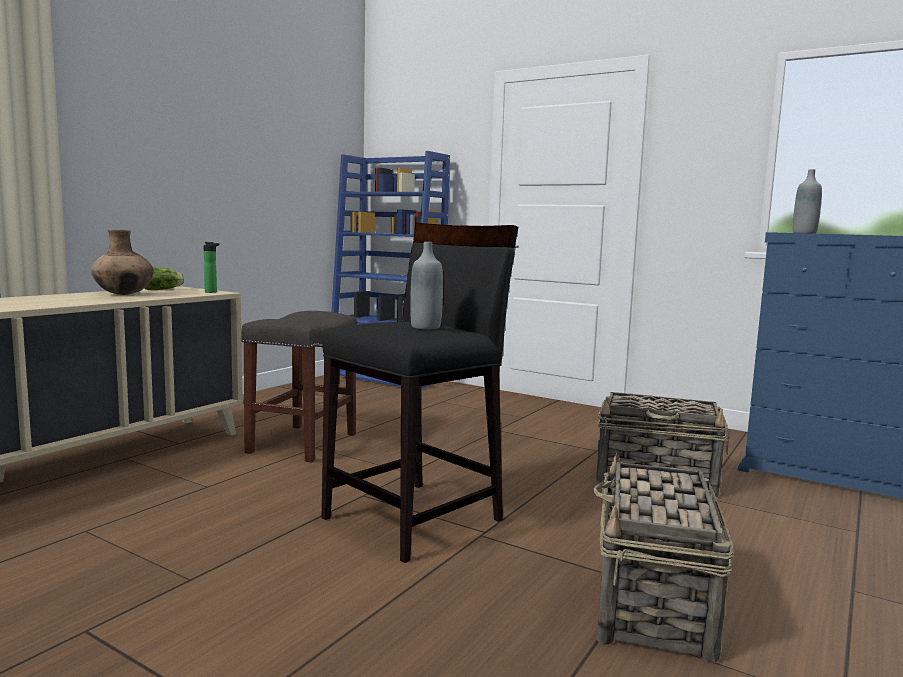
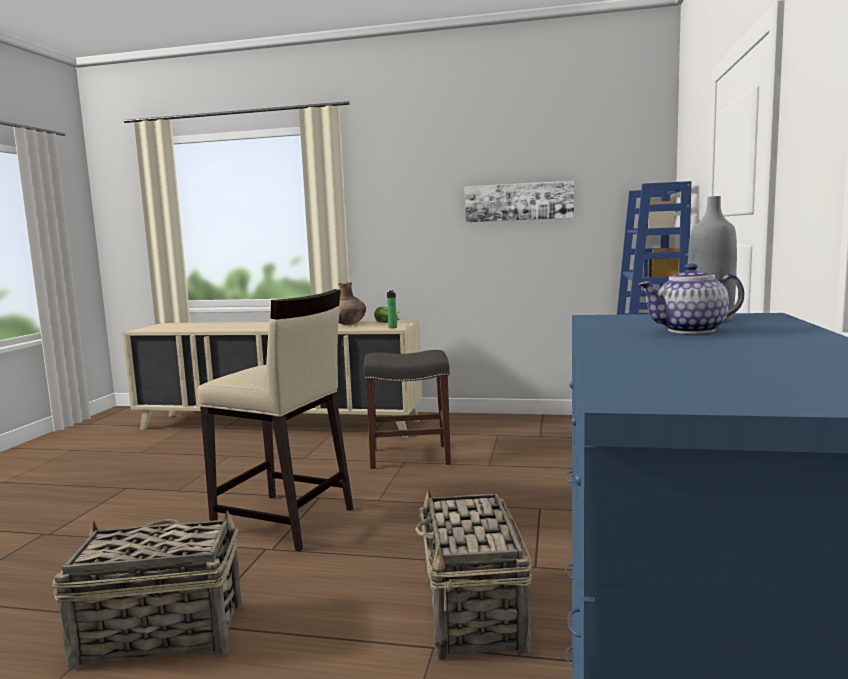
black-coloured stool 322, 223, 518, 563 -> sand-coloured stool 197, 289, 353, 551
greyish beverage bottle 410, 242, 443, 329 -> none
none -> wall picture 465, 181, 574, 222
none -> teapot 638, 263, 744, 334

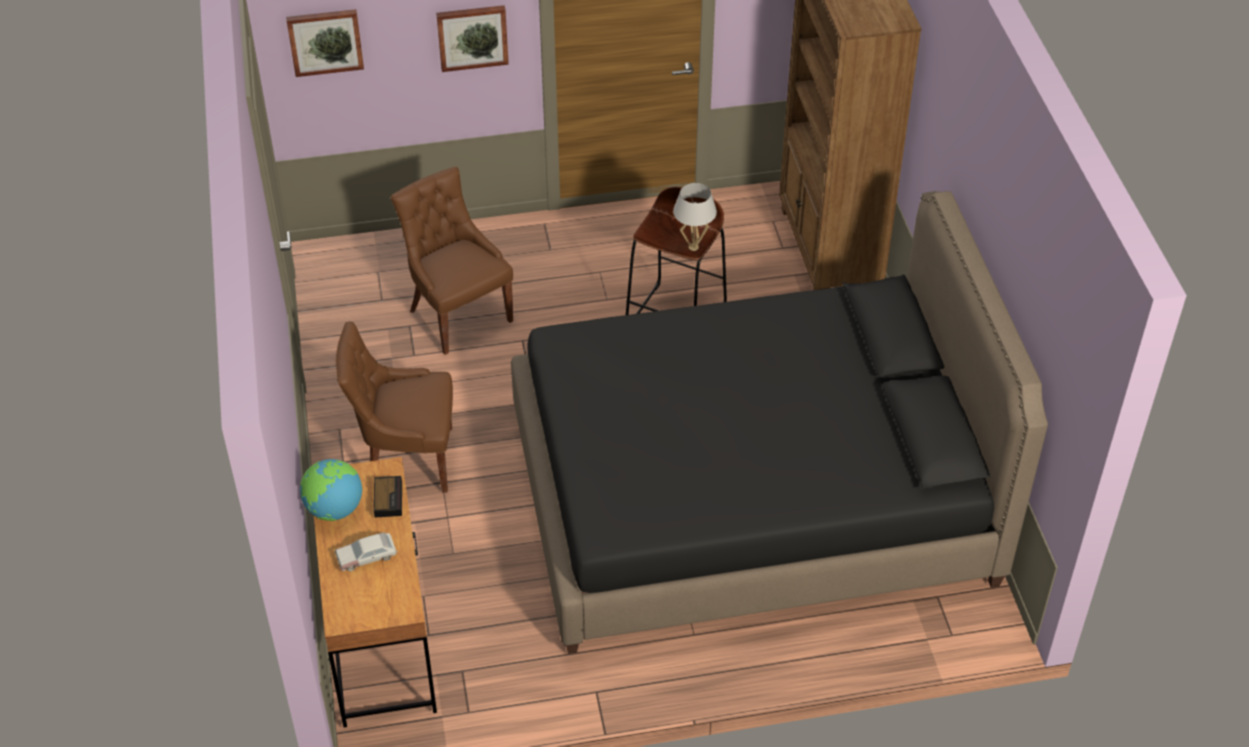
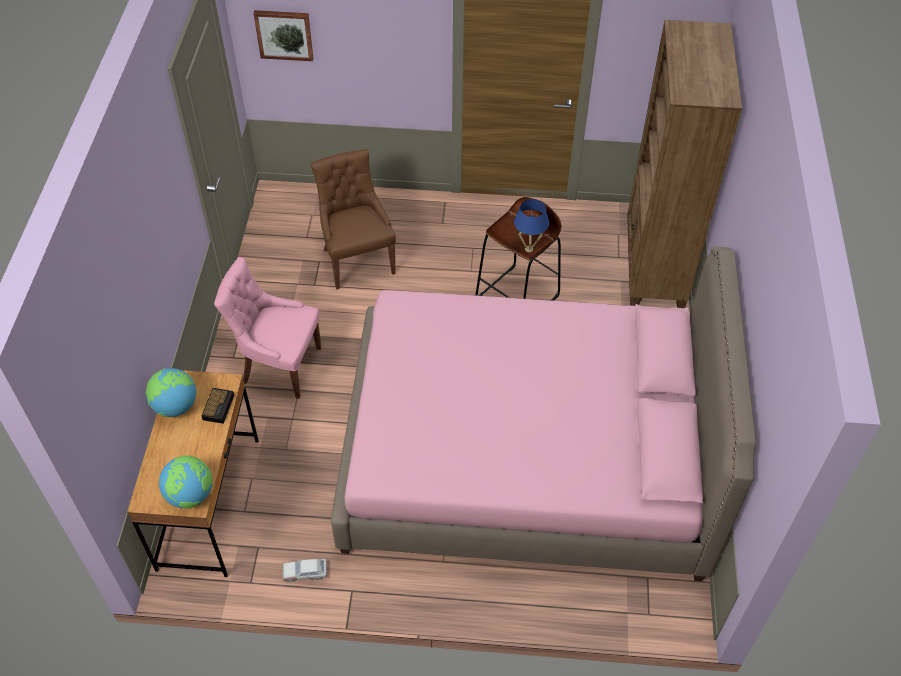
toy car 335, 532, 397, 571 -> toy car 283, 559, 328, 583, shifted
brown-coloured plain chair 336, 322, 453, 492 -> pink-coloured plain chair 214, 257, 321, 399
wall picture 436, 5, 509, 72 -> none
black-coloured bedroom bed 511, 191, 1048, 654 -> pink-coloured bedroom bed 331, 246, 756, 581
white tabletop lamp 673, 183, 717, 251 -> bluish tabletop lamp 514, 199, 549, 252
none -> desk globe 159, 456, 213, 509

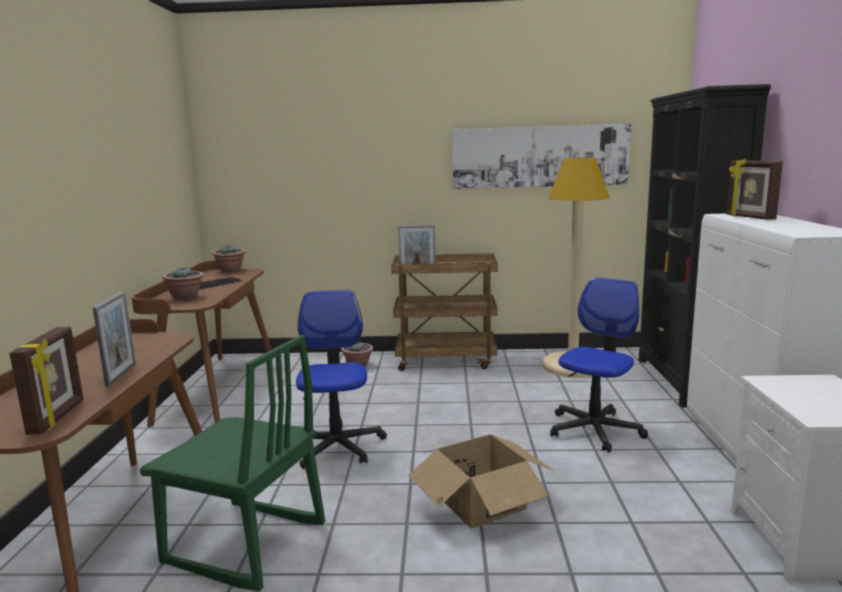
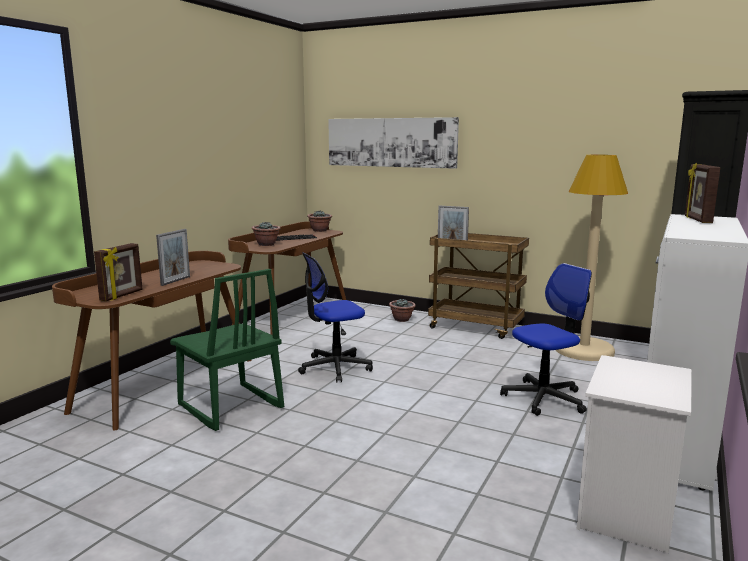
office chair 296, 290, 387, 469 -> office chair 298, 252, 373, 383, 135 degrees counterclockwise
carton 408, 434, 553, 529 -> none
wall picture 452, 124, 631, 189 -> wall picture 328, 117, 459, 169, shifted

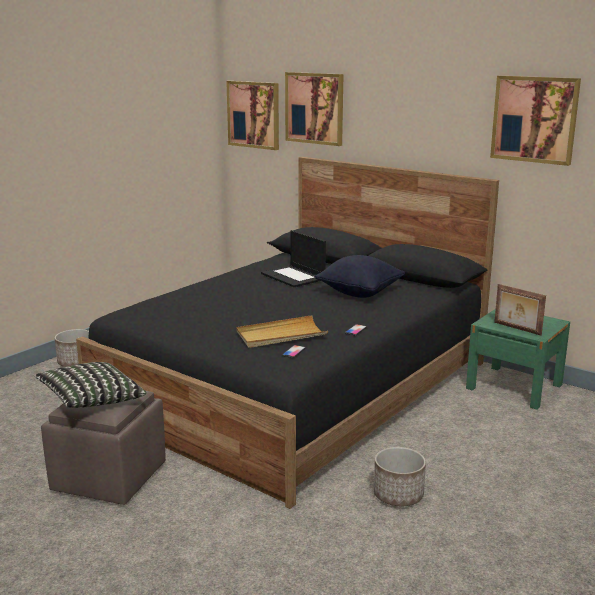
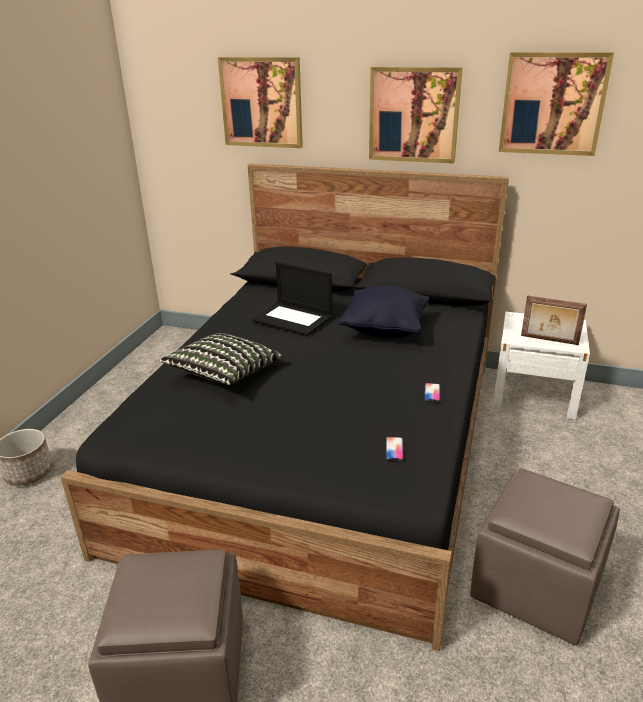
throw pillow 34, 362, 146, 408 -> throw pillow 160, 333, 282, 385, shifted
wall picture 226, 81, 279, 150 -> wall picture 369, 67, 463, 164, shifted
sand-coloured carrying tray 236, 315, 328, 348 -> none
planter 374, 447, 426, 506 -> brown-coloured pouffe 470, 468, 620, 646
green bedside table 466, 309, 570, 410 -> white bedside table 493, 312, 590, 420

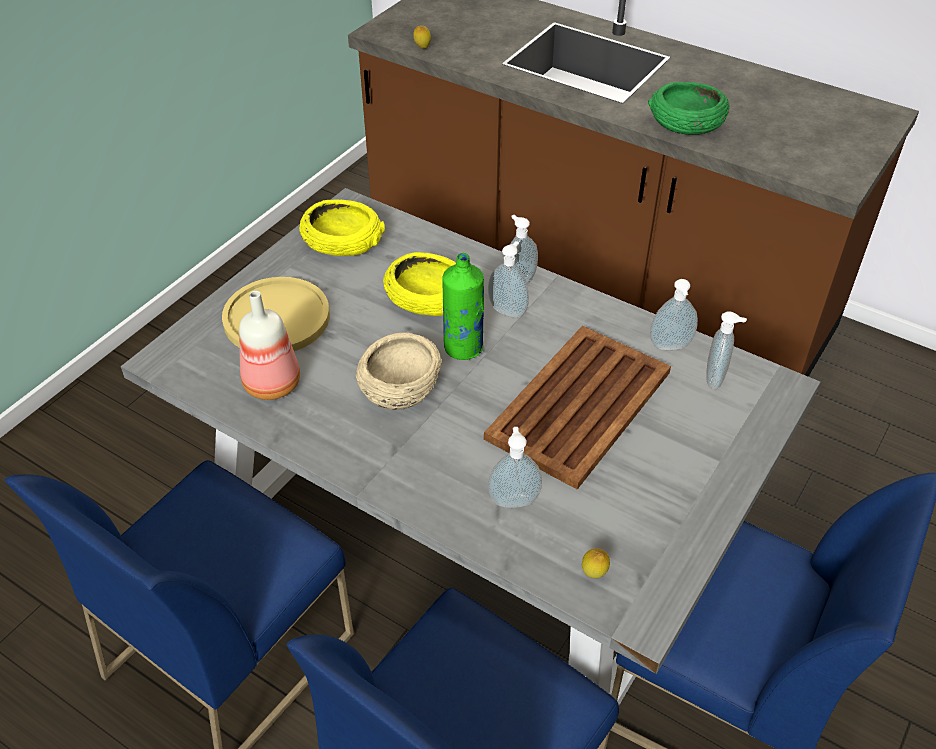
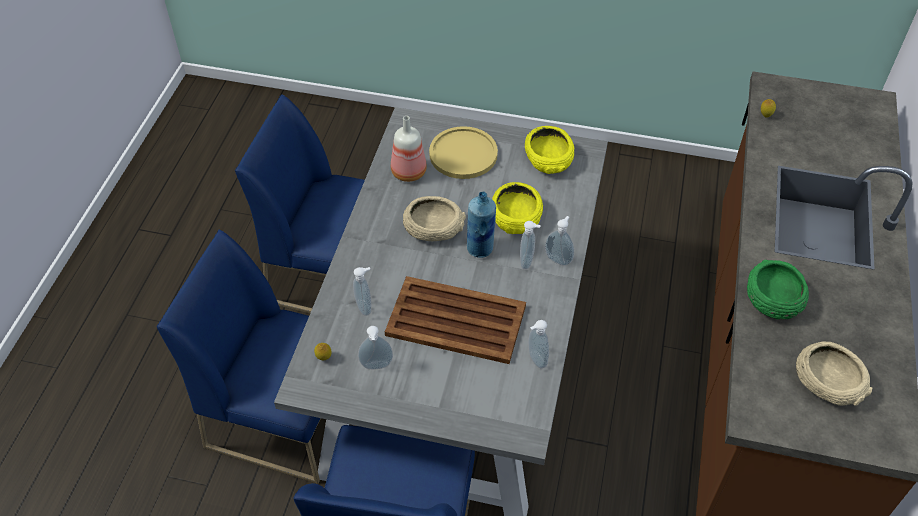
green beverage bottle 442, 253, 484, 360 -> bluish beverage bottle 467, 192, 496, 258
liquid soap bottle 706, 311, 747, 389 -> liquid soap bottle 358, 326, 393, 369, shifted
none -> sand-coloured deep dish 796, 342, 872, 406

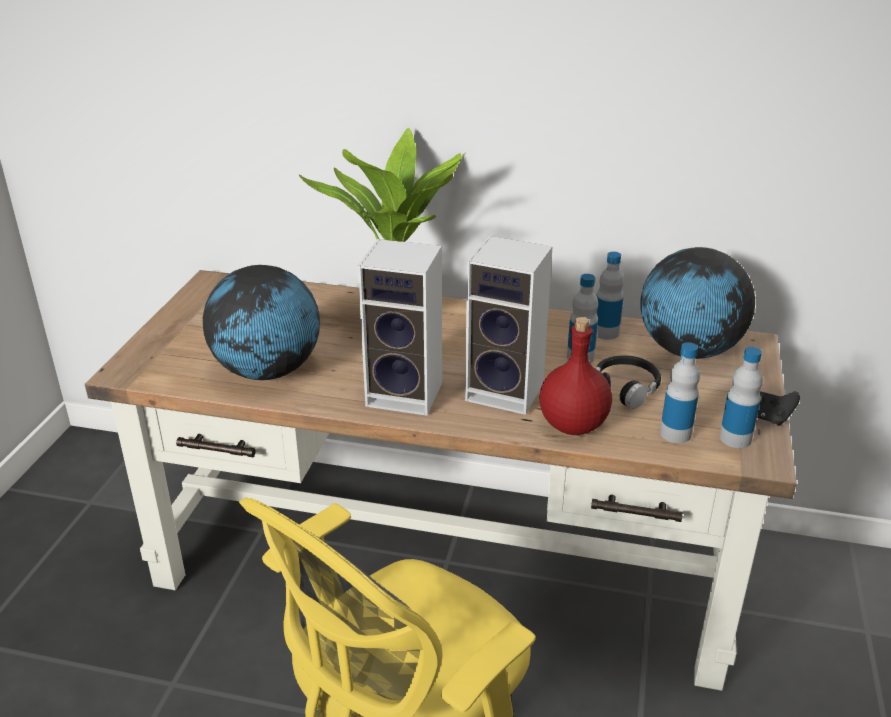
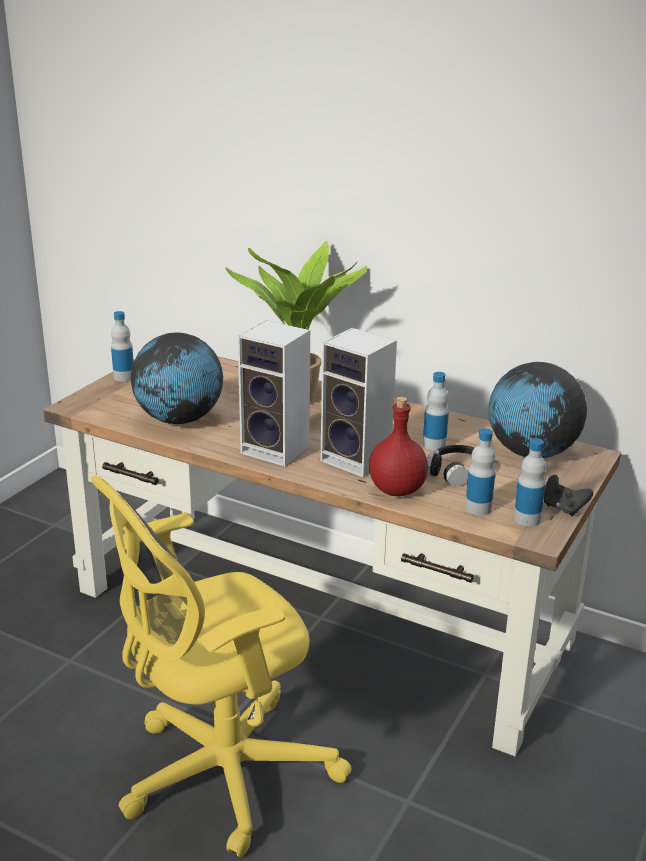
beverage bottle 596, 252, 624, 340 -> beverage bottle 111, 311, 134, 382, shifted

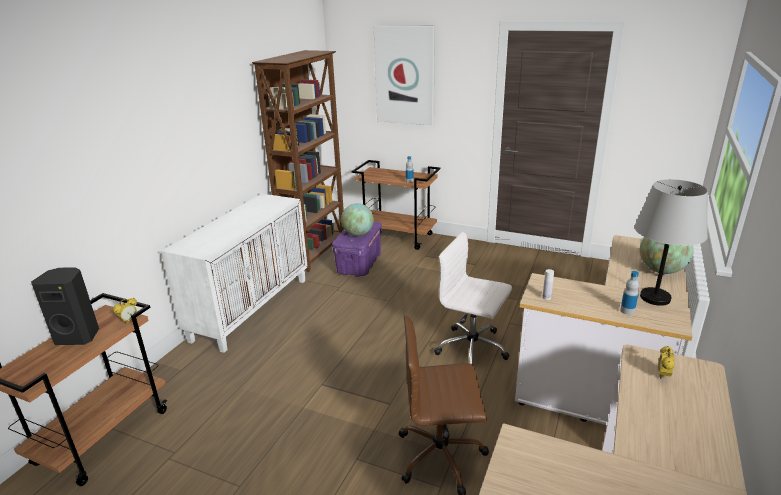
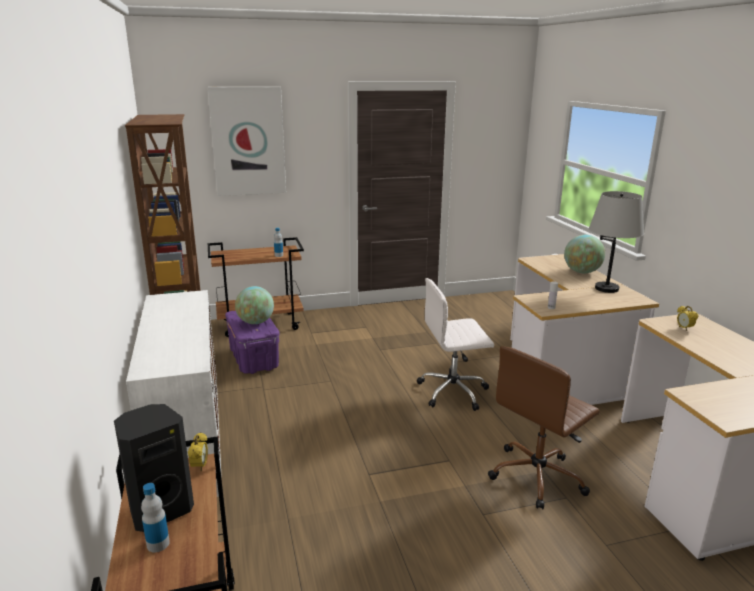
beverage bottle 620, 271, 639, 315 -> beverage bottle 141, 483, 170, 553, shifted

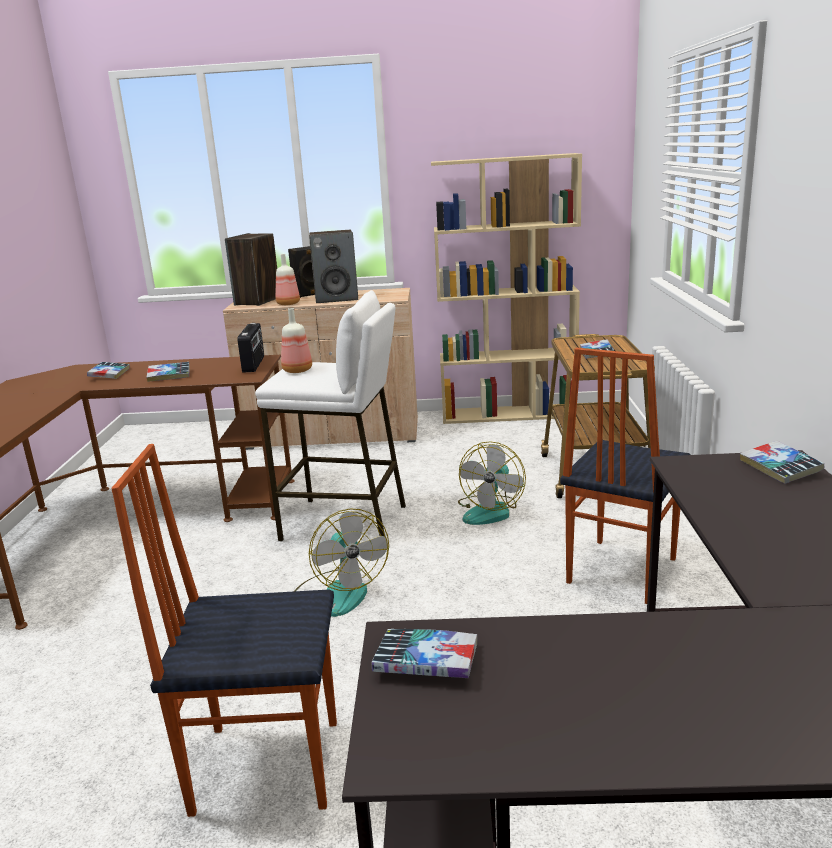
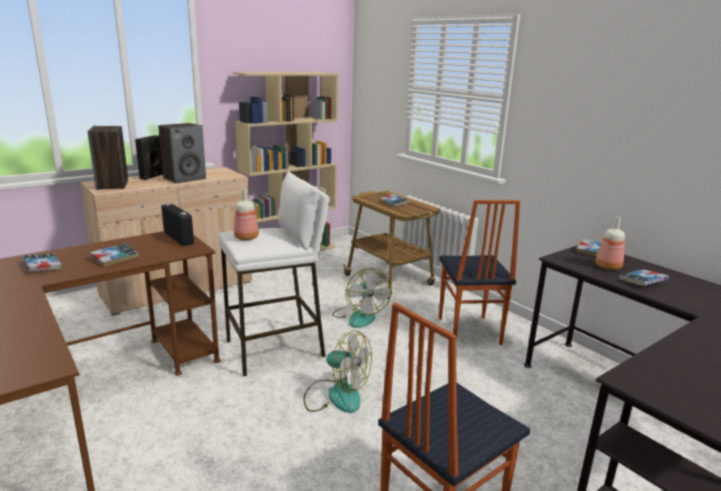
beverage bottle 275, 254, 300, 305 -> beverage bottle 595, 217, 625, 270, shifted
volume 372, 629, 477, 678 -> volume 620, 270, 669, 286, shifted

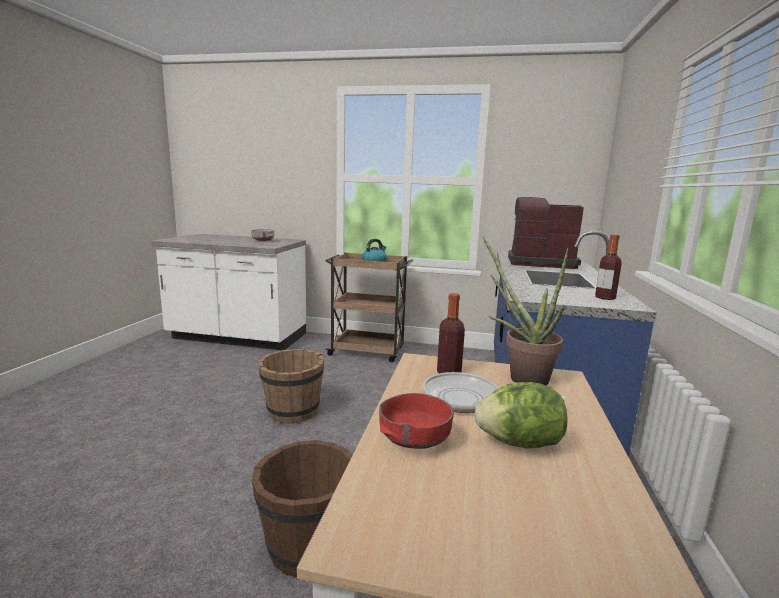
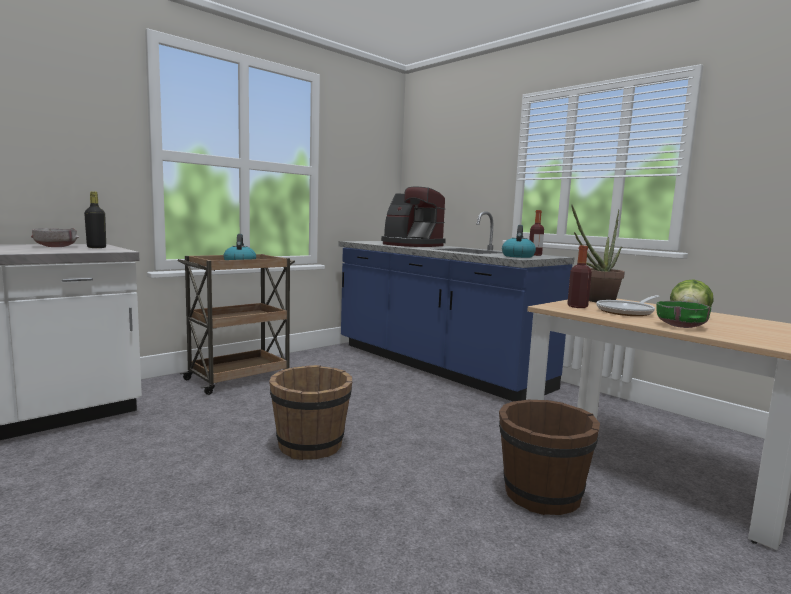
reddish deep dish 379, 393, 454, 449 -> green deep dish 657, 301, 711, 328
coffee maker 508, 197, 584, 269 -> coffee maker 381, 187, 446, 247, 105 degrees counterclockwise
none -> black-coloured beverage bottle 84, 191, 106, 248
none -> water kettle 502, 225, 536, 258

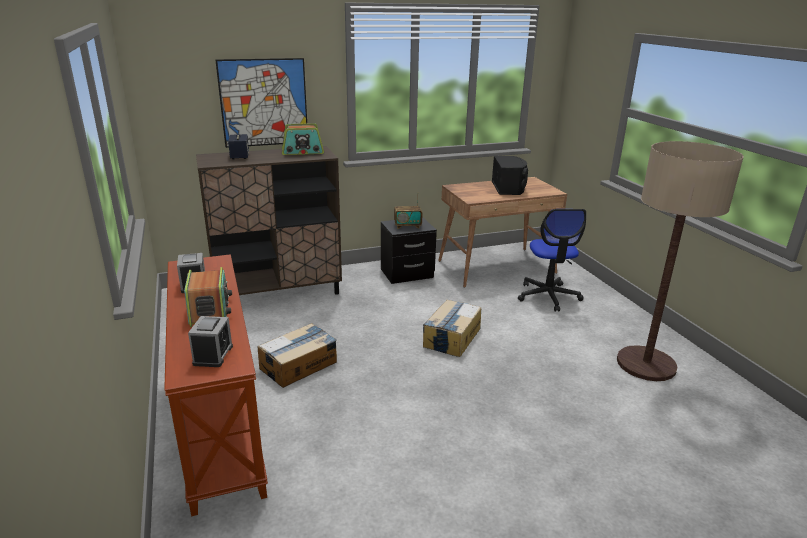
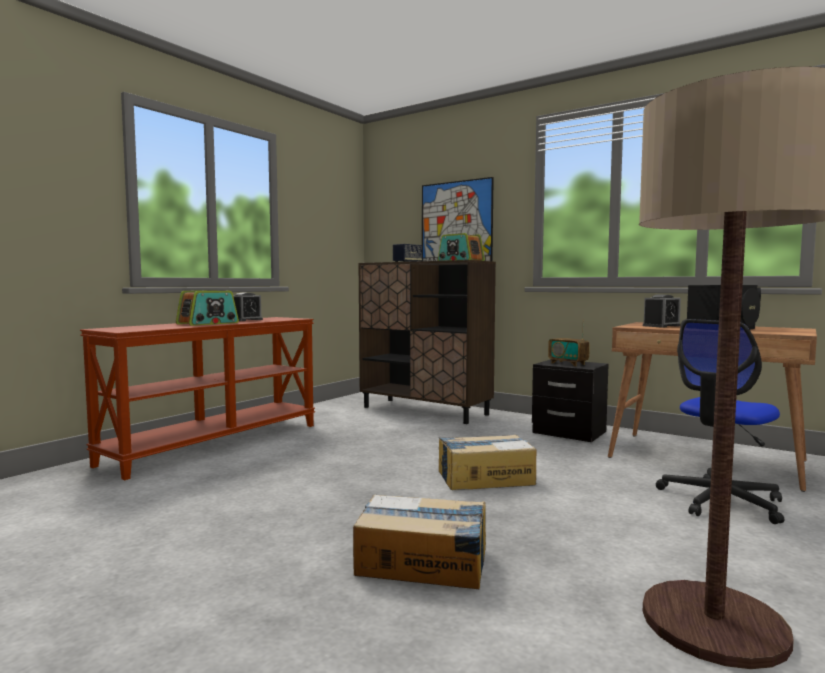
bedside clock 188, 316, 233, 367 -> bedside clock 643, 295, 681, 327, shifted
carton 257, 323, 337, 388 -> carton 353, 495, 486, 589, shifted

